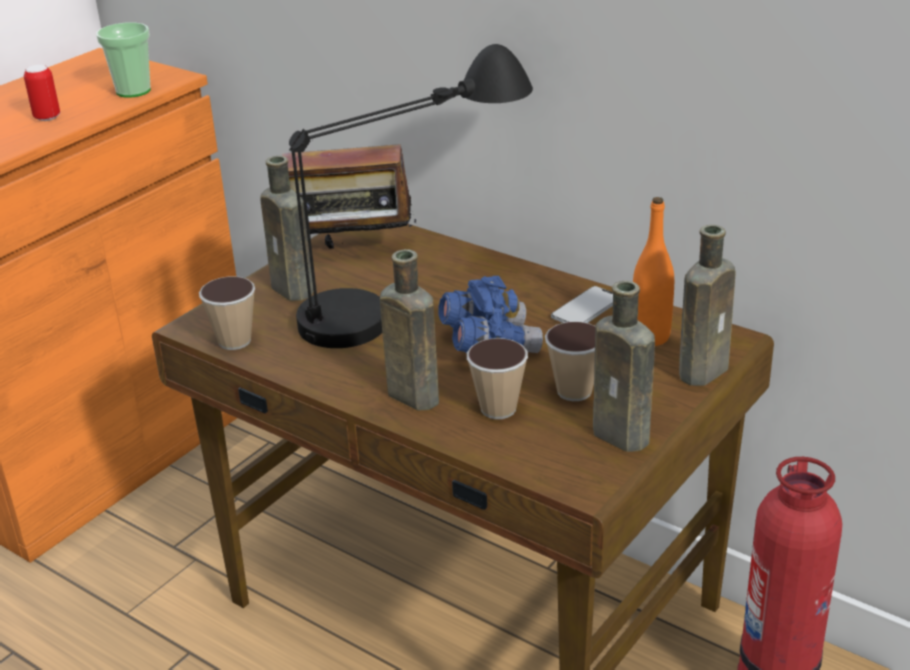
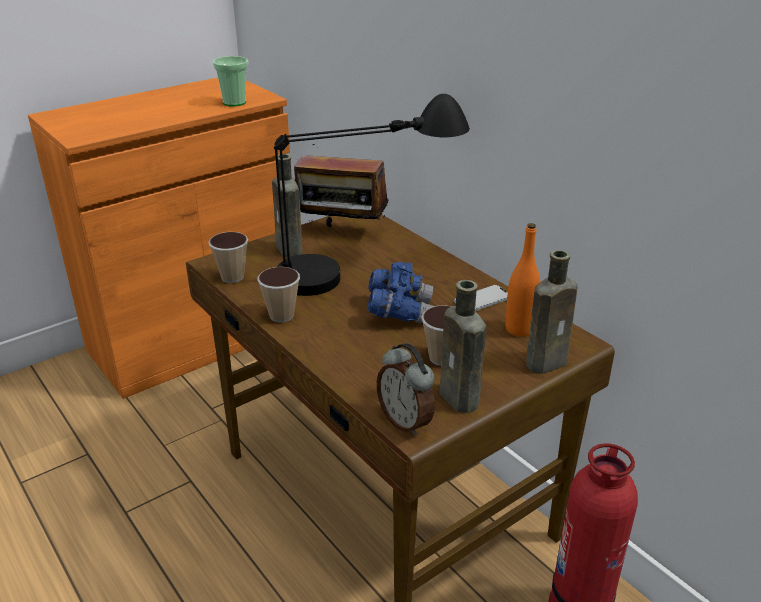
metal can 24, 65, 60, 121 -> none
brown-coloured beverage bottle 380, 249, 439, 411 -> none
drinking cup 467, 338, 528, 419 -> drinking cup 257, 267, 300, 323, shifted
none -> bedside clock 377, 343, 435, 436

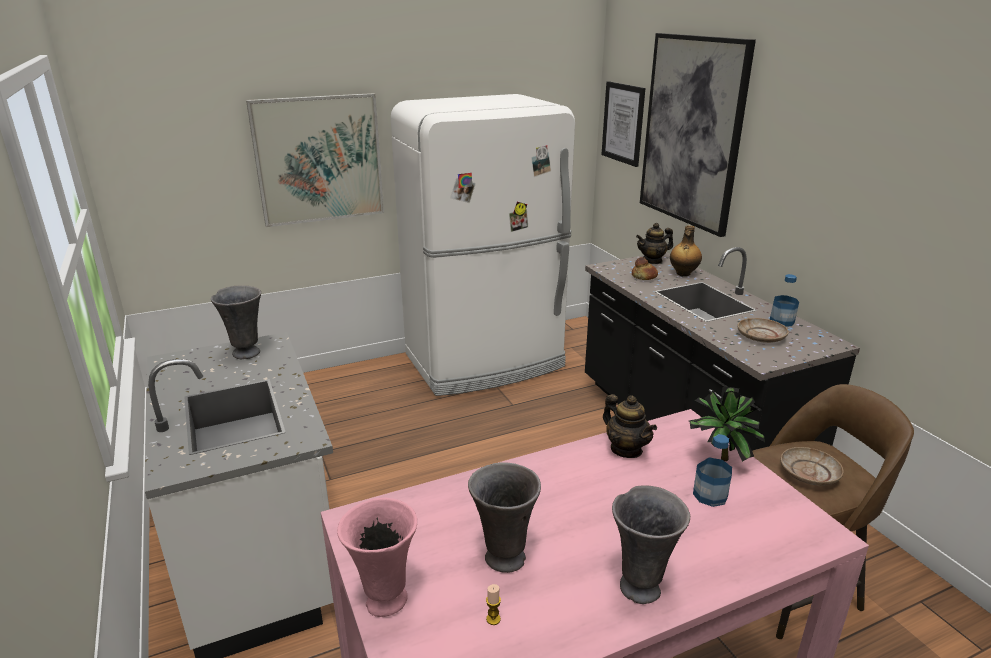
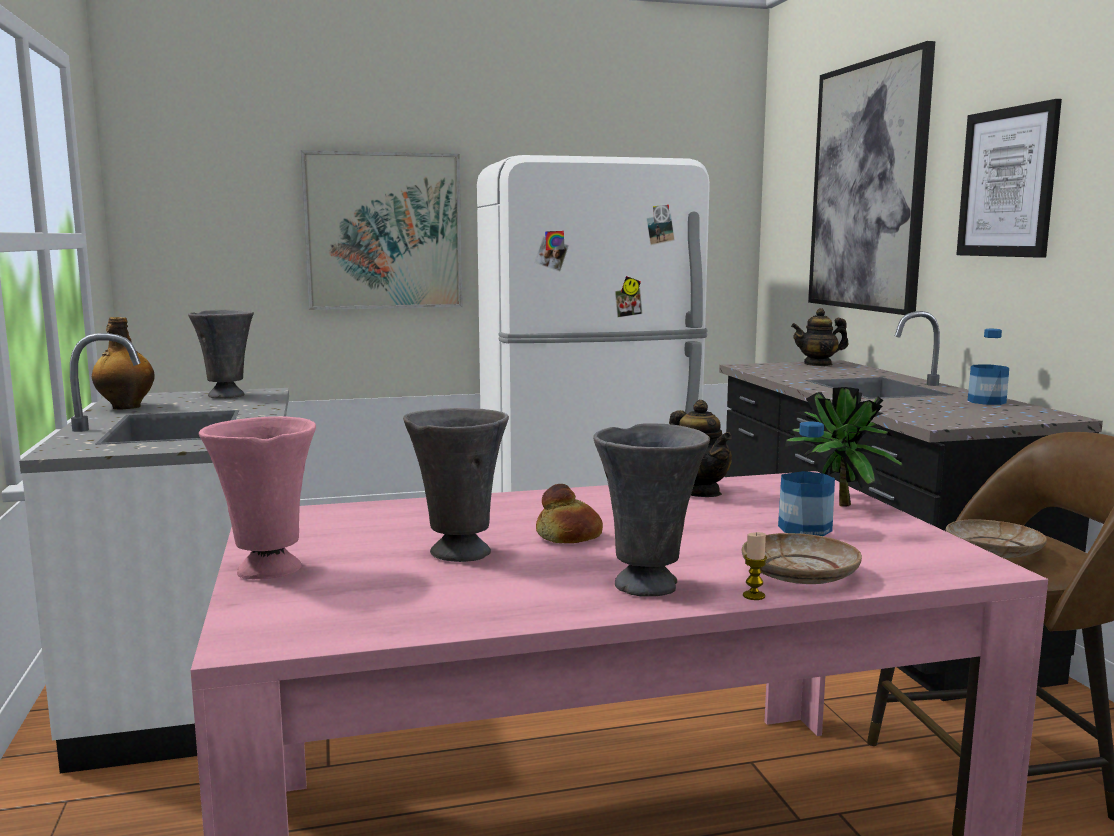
wax candle 486, 584, 501, 625 -> wax candle 743, 532, 767, 600, shifted
wall picture 602, 81, 645, 167 -> wall picture 957, 99, 1062, 258, shifted
baked bread 632, 257, 658, 280 -> baked bread 536, 484, 603, 543, shifted
beverage bottle 670, 225, 702, 276 -> beverage bottle 92, 317, 155, 410, shifted
sand-coloured flat dish 737, 318, 789, 343 -> sand-coloured flat dish 742, 533, 862, 584, shifted

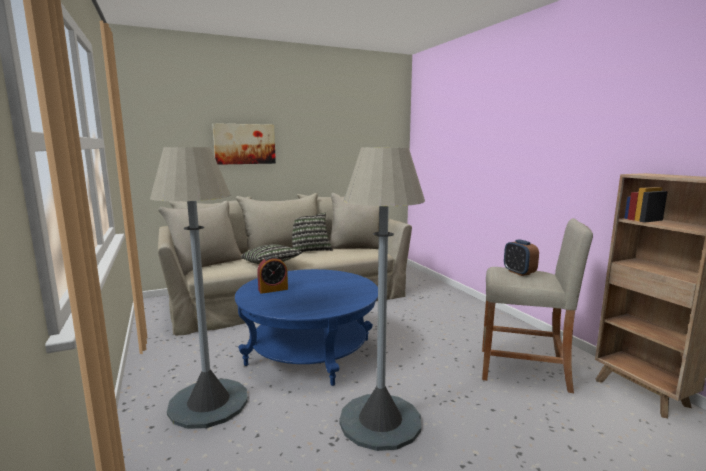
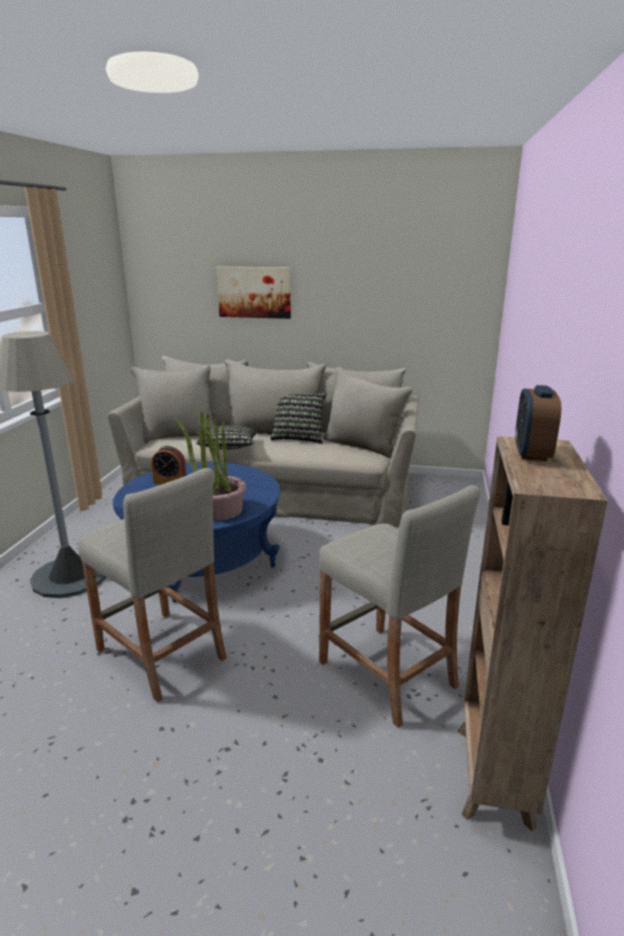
greyish floor lamp 339, 147, 425, 451 -> sand-coloured stool 78, 468, 227, 703
bedside clock 504, 239, 539, 276 -> bedside clock 515, 385, 561, 461, shifted
none -> potted plant 175, 412, 246, 521

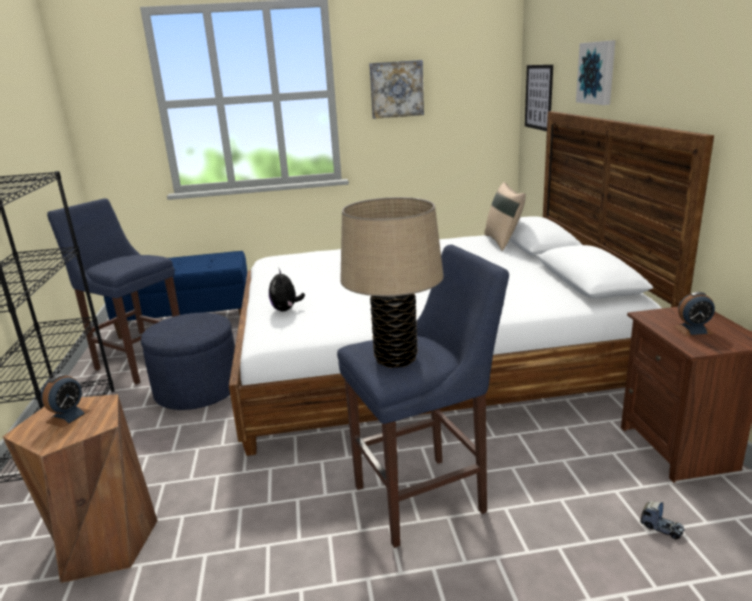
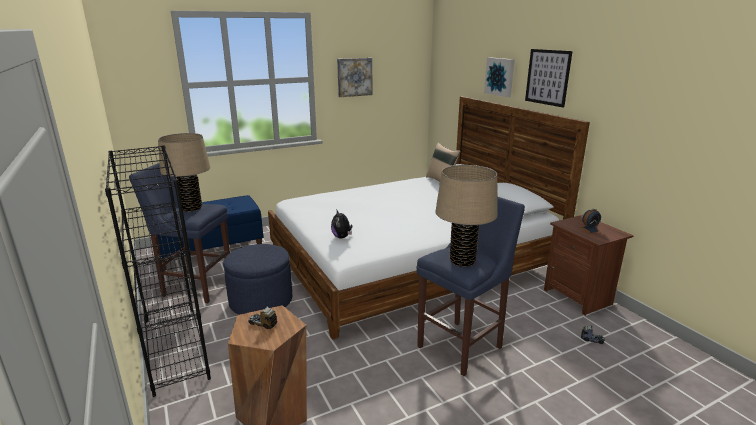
bedside clock 41, 374, 90, 428 -> toy lorry 248, 306, 277, 329
wall picture 525, 65, 553, 131 -> wall picture 525, 49, 572, 108, shifted
none -> sand-coloured tabletop lamp 158, 133, 210, 212

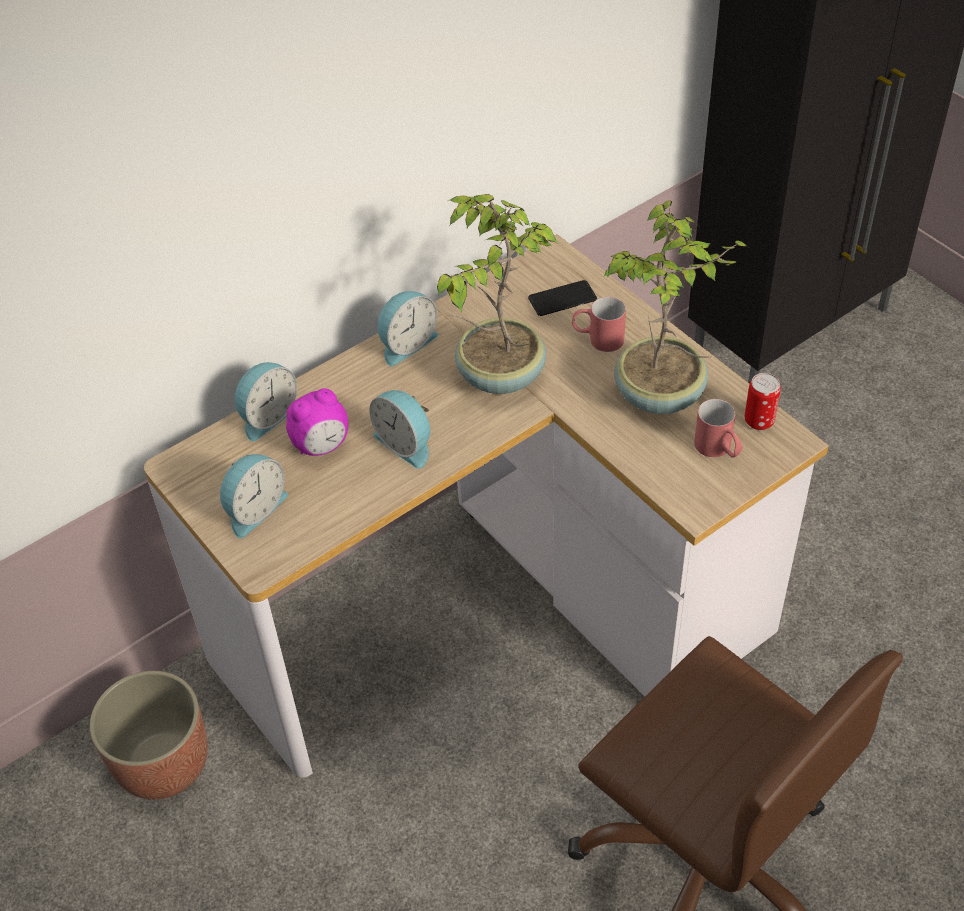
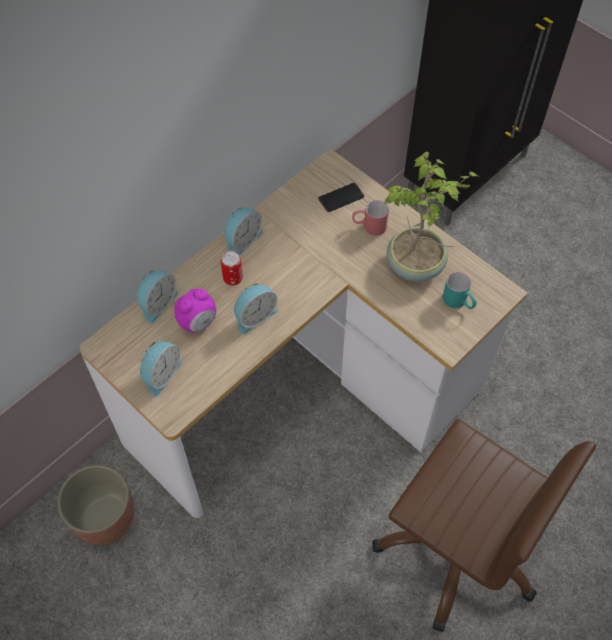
bedside clock 369, 390, 430, 469 -> bedside clock 234, 283, 278, 334, 75 degrees counterclockwise
potted plant 437, 194, 557, 394 -> none
reddish tea mug 694, 399, 743, 458 -> turquoise tea mug 443, 272, 477, 309
metal can 745, 373, 781, 430 -> metal can 221, 251, 243, 285, shifted

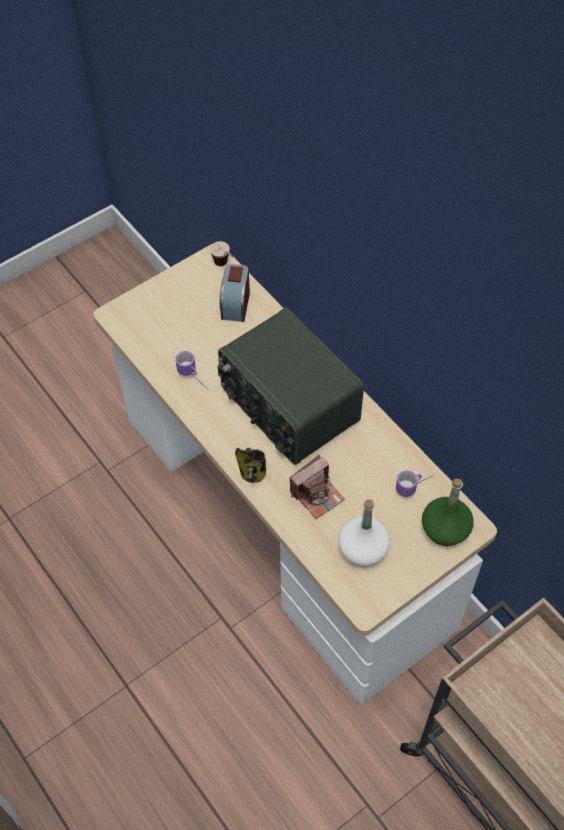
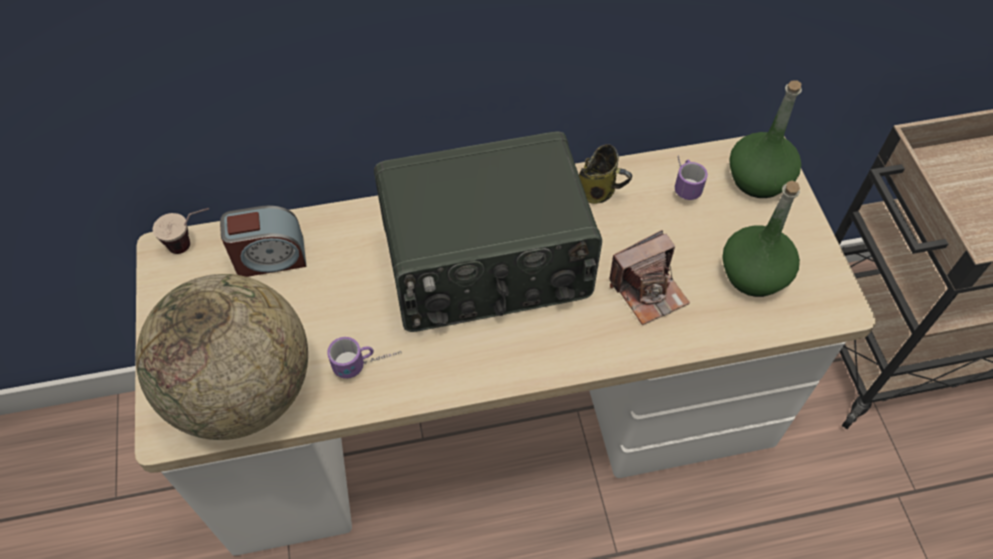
bedside clock 219, 264, 250, 322 -> bedside clock 220, 205, 306, 277, 45 degrees counterclockwise
tea mug 235, 448, 266, 483 -> tea mug 579, 144, 632, 204, shifted
still camera 290, 455, 345, 519 -> still camera 609, 230, 690, 325, 75 degrees clockwise
white beverage bottle 338, 499, 390, 567 -> green beverage bottle 722, 180, 800, 297
none -> desk globe 136, 274, 308, 440

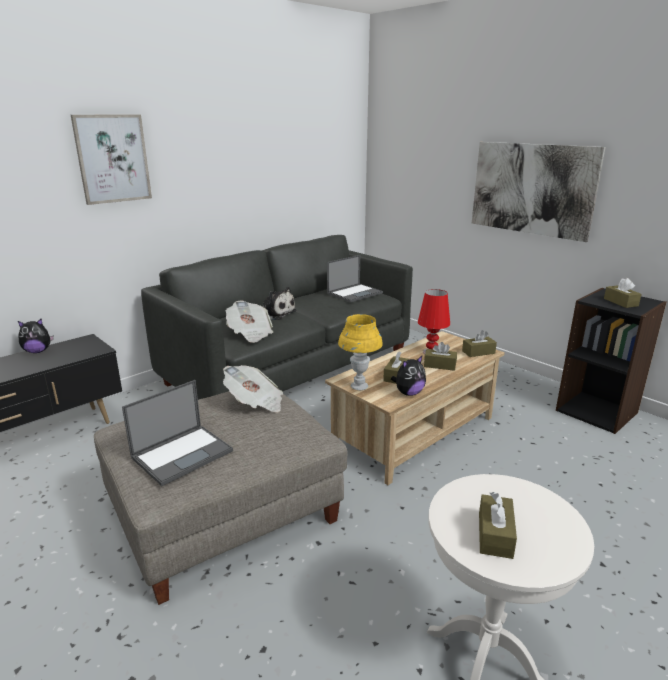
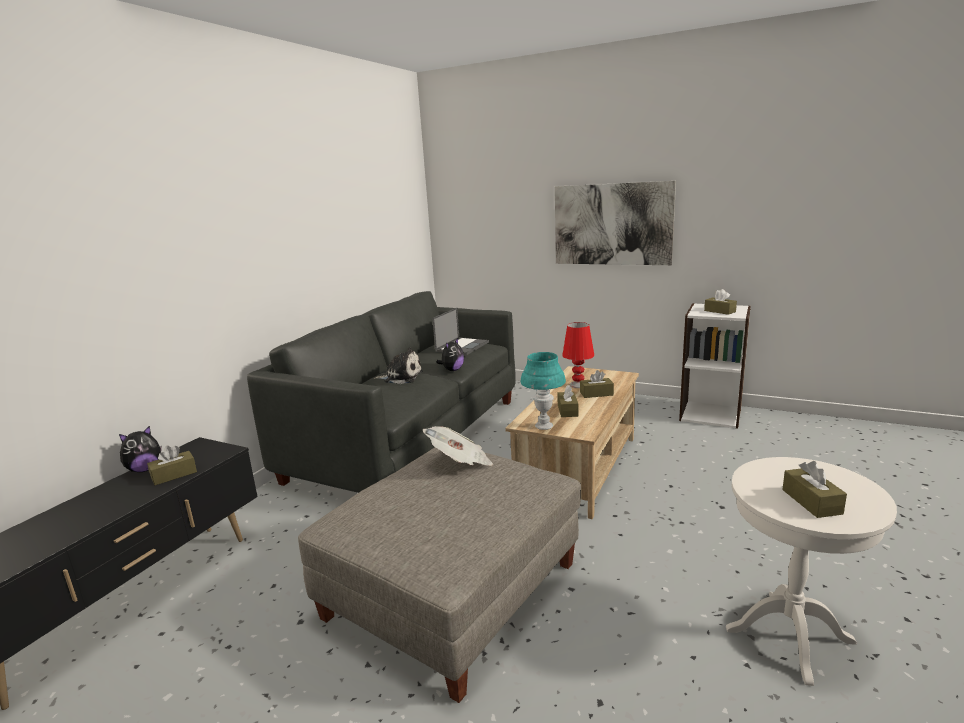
wall picture 71, 115, 152, 205 -> none
notebook computer 122, 380, 233, 486 -> none
printed paper 226, 301, 273, 343 -> none
yellow tabletop lamp 338, 314, 383, 390 -> turquoise tabletop lamp 521, 352, 566, 430
cuddly toy 391, 356, 426, 396 -> cuddly toy 436, 338, 464, 371, shifted
brown-coloured tissue box 462, 330, 497, 357 -> brown-coloured tissue box 147, 446, 197, 485, shifted
black-coloured bookshelf 556, 288, 667, 434 -> white bookshelf 679, 303, 751, 429

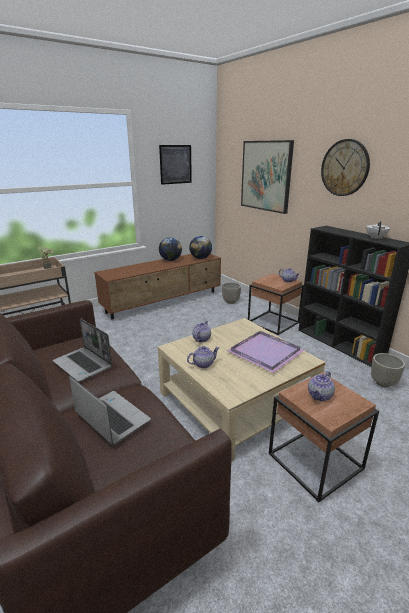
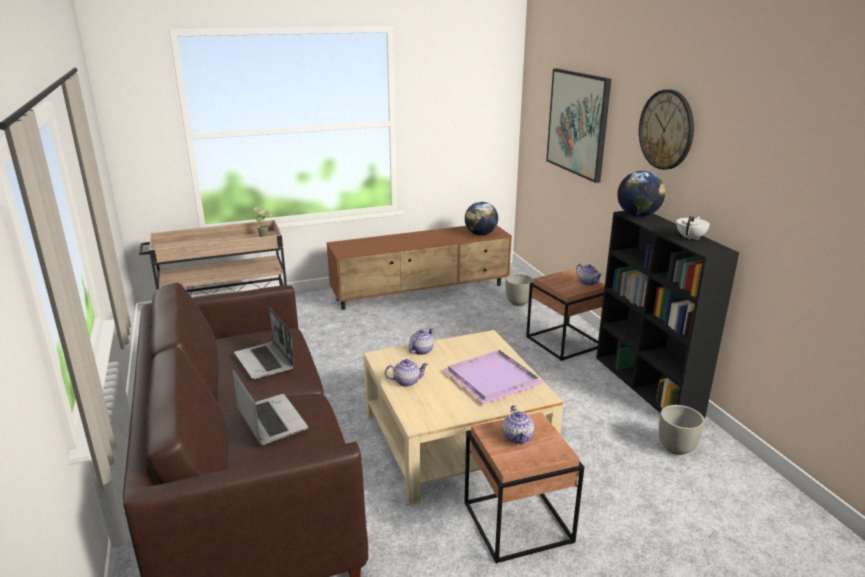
wall picture 159, 145, 192, 185 -> none
desk globe 159, 237, 182, 261 -> desk globe 617, 171, 665, 217, shifted
teapot 308, 371, 335, 401 -> teapot 502, 405, 534, 445, 60 degrees counterclockwise

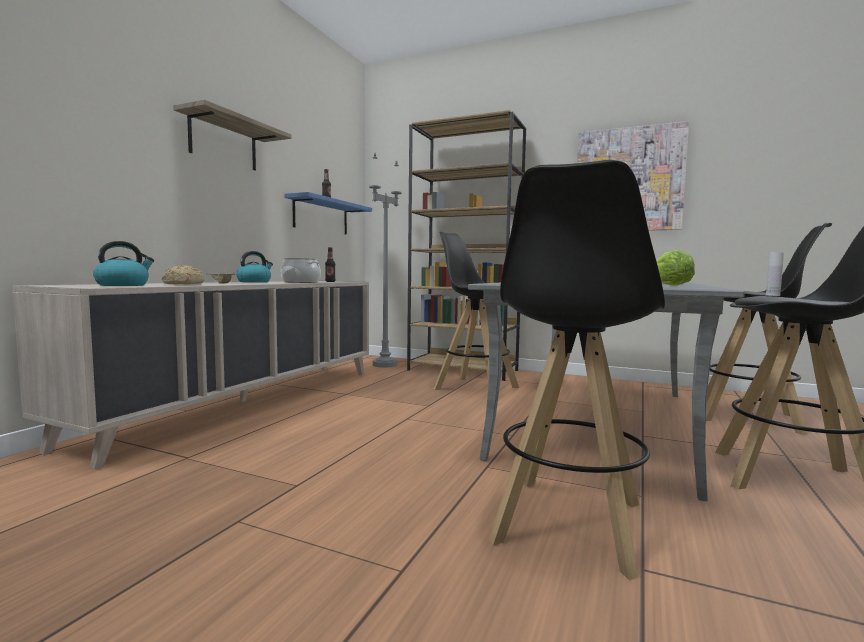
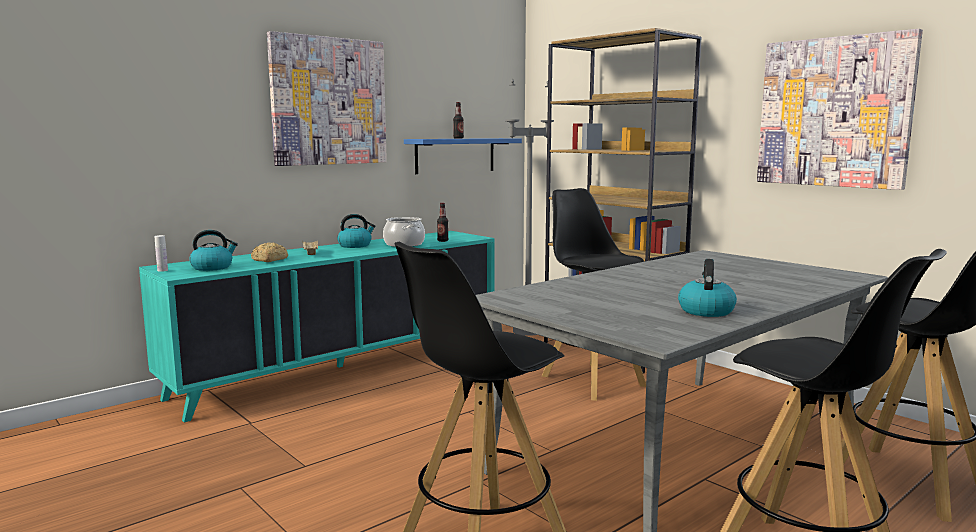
sand-coloured storage cabinet 13, 281, 369, 470 -> turquoise storage cabinet 139, 231, 495, 422
wall shelf 173, 100, 291, 170 -> wall picture 267, 31, 387, 166
lettuce 656, 250, 695, 286 -> water kettle 678, 259, 737, 317
white beverage bottle 766, 252, 784, 296 -> white beverage bottle 155, 235, 168, 272, shifted

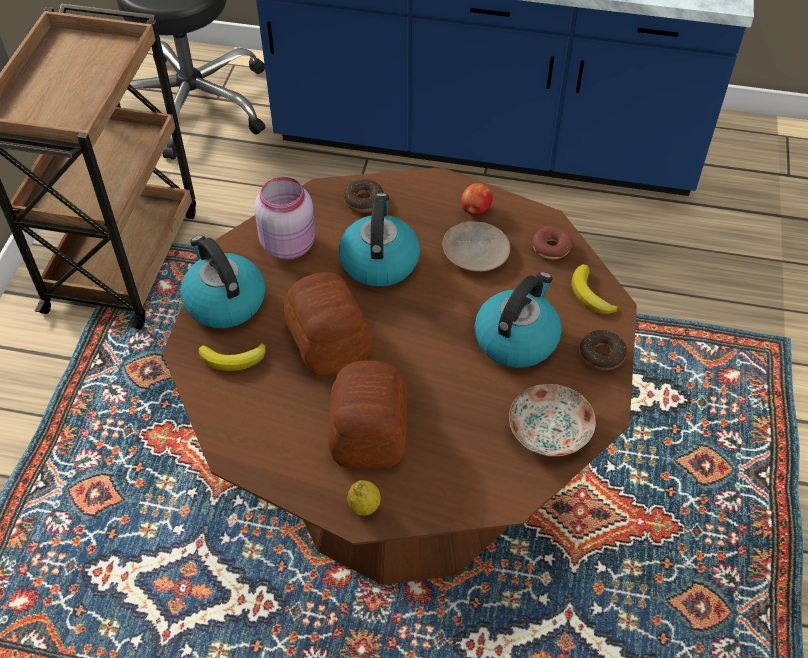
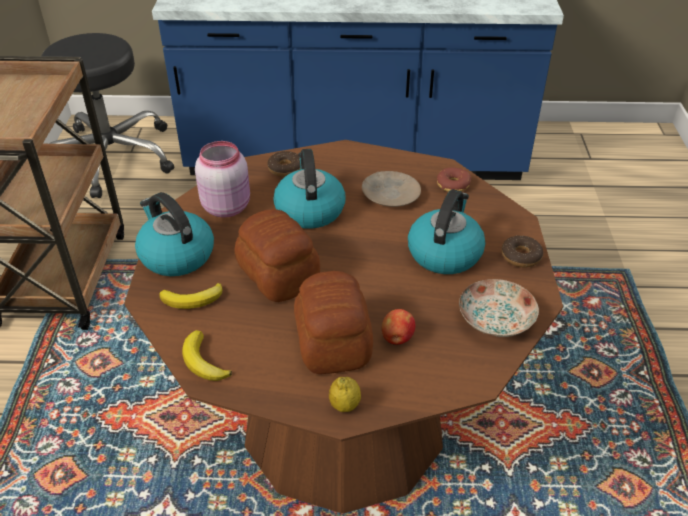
apple fruit 461, 183, 493, 215 -> apple fruit 382, 309, 415, 345, shifted
banana fruit 571, 264, 619, 314 -> banana fruit 182, 330, 232, 381, shifted

